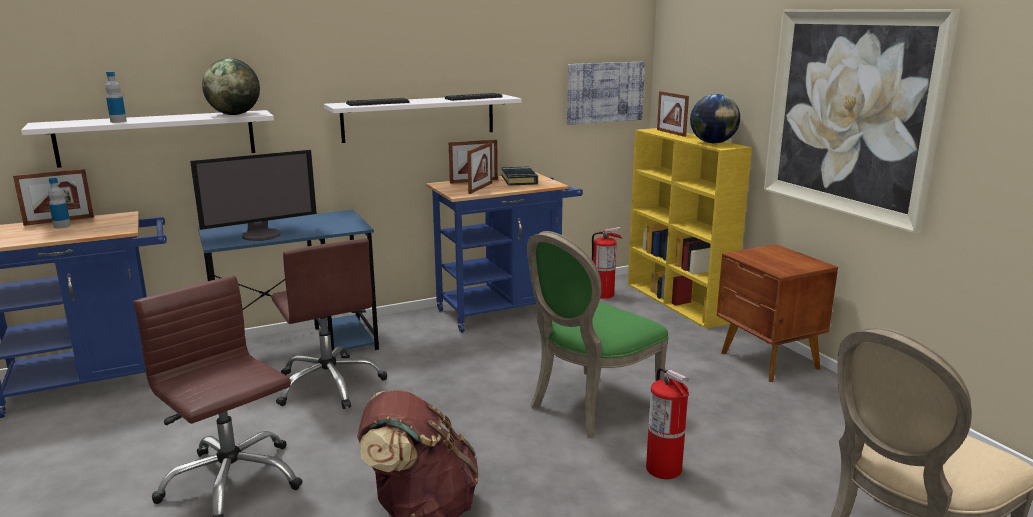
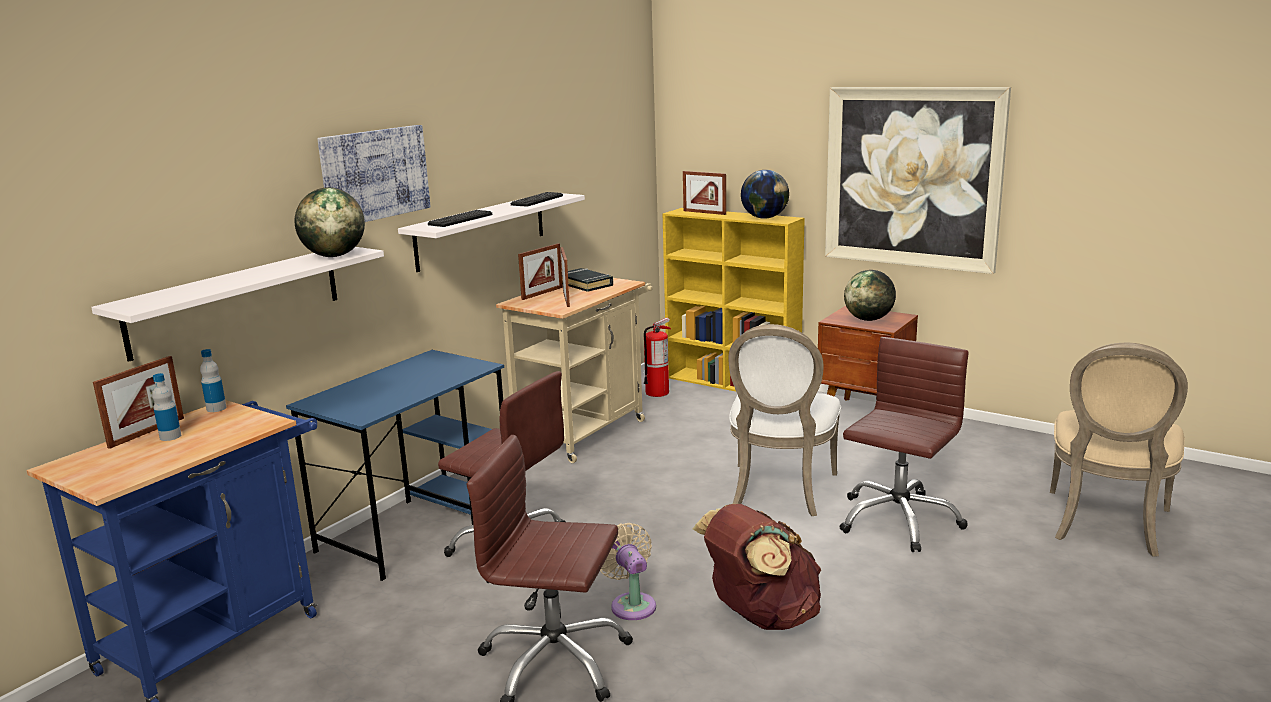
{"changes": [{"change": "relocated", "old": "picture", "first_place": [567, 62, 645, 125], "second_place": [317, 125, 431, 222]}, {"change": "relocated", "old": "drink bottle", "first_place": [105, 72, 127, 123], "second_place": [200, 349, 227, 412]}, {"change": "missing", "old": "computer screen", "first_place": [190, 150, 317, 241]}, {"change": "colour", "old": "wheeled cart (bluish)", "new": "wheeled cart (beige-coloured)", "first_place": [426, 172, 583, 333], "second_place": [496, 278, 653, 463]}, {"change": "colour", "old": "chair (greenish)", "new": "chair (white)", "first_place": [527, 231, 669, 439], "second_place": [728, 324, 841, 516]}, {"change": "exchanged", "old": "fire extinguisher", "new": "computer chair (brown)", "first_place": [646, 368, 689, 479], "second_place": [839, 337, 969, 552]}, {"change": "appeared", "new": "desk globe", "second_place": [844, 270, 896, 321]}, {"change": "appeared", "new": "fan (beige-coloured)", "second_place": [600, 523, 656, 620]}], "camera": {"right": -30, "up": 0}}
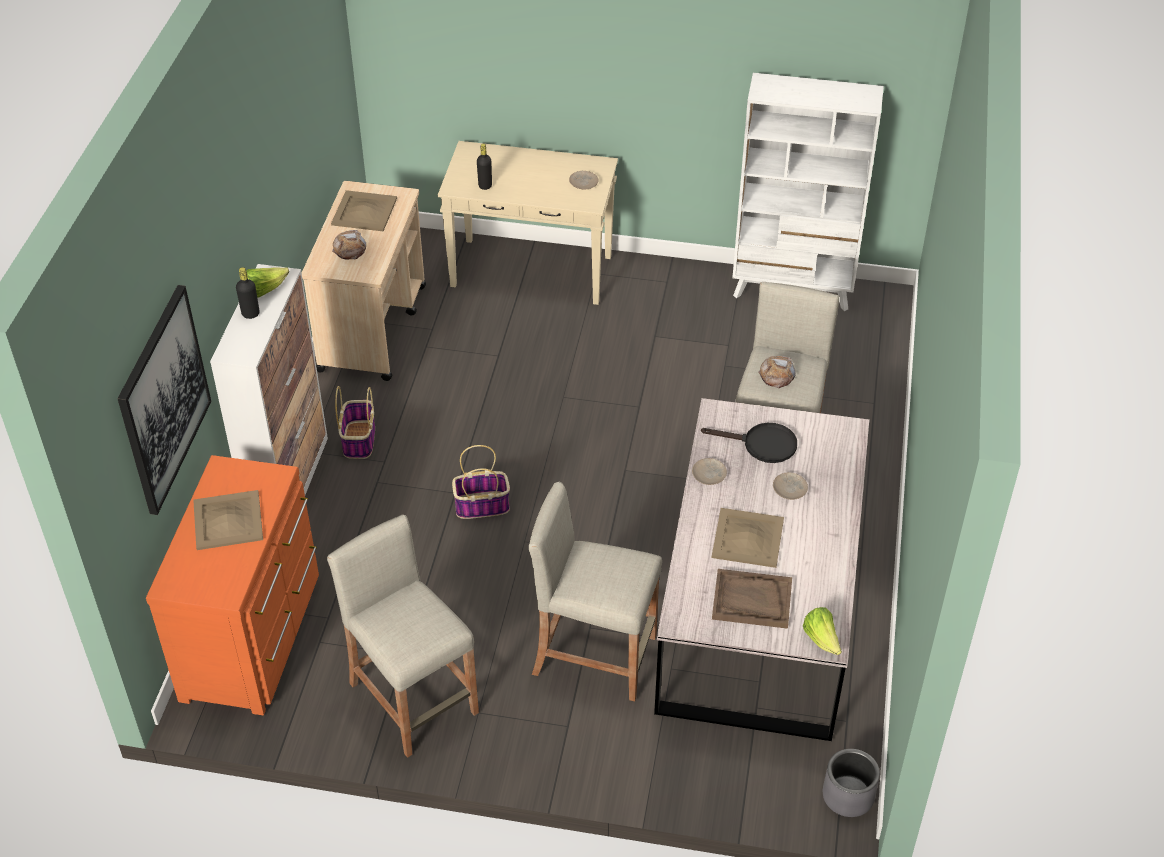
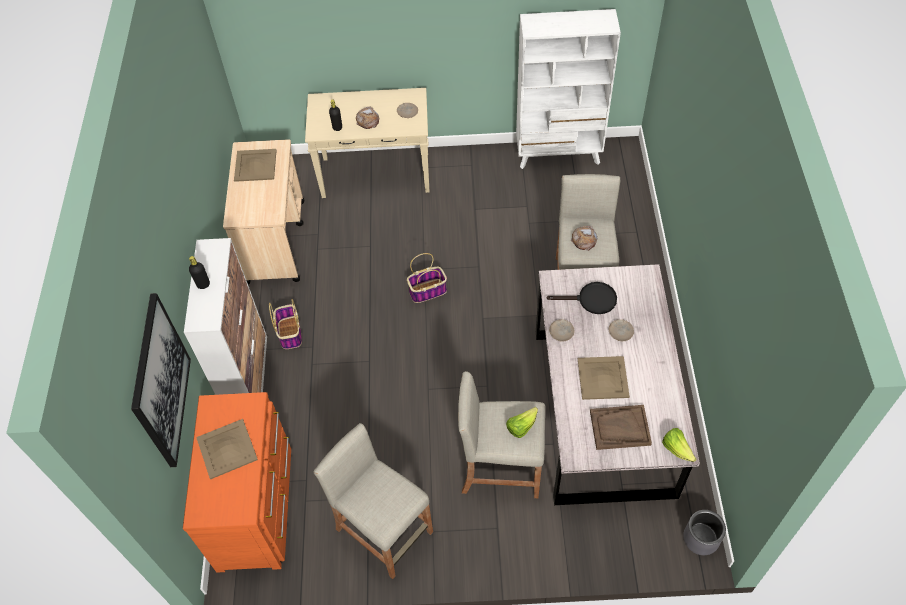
{"changes": [{"change": "relocated", "old": "bread", "first_place": [332, 230, 366, 260], "second_place": [356, 106, 379, 129]}, {"change": "relocated", "old": "head of lettuce", "first_place": [246, 267, 289, 298], "second_place": [506, 407, 538, 438]}, {"change": "relocated", "old": "basket", "first_place": [452, 445, 510, 519], "second_place": [407, 253, 447, 303]}], "camera": {"right": -10, "up": 10}}
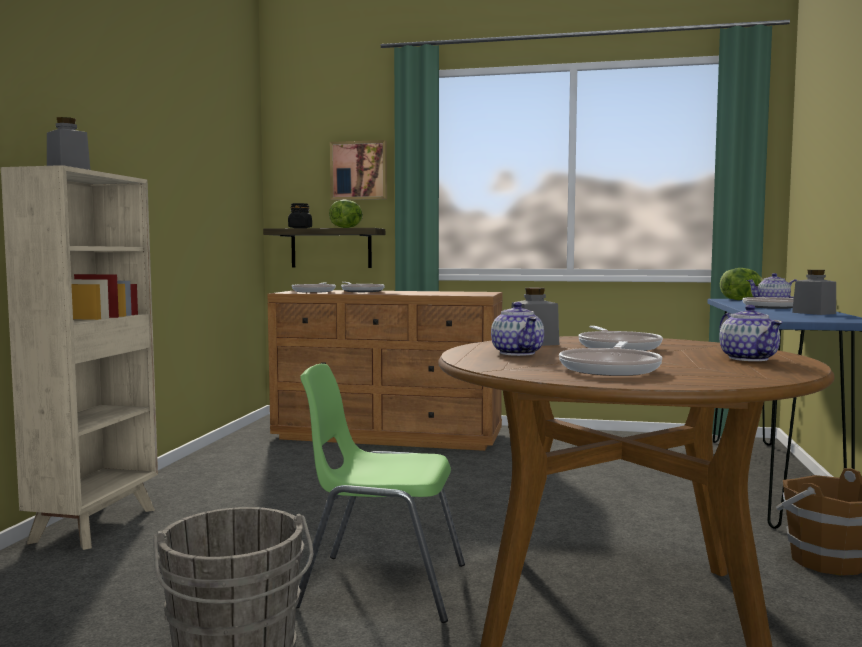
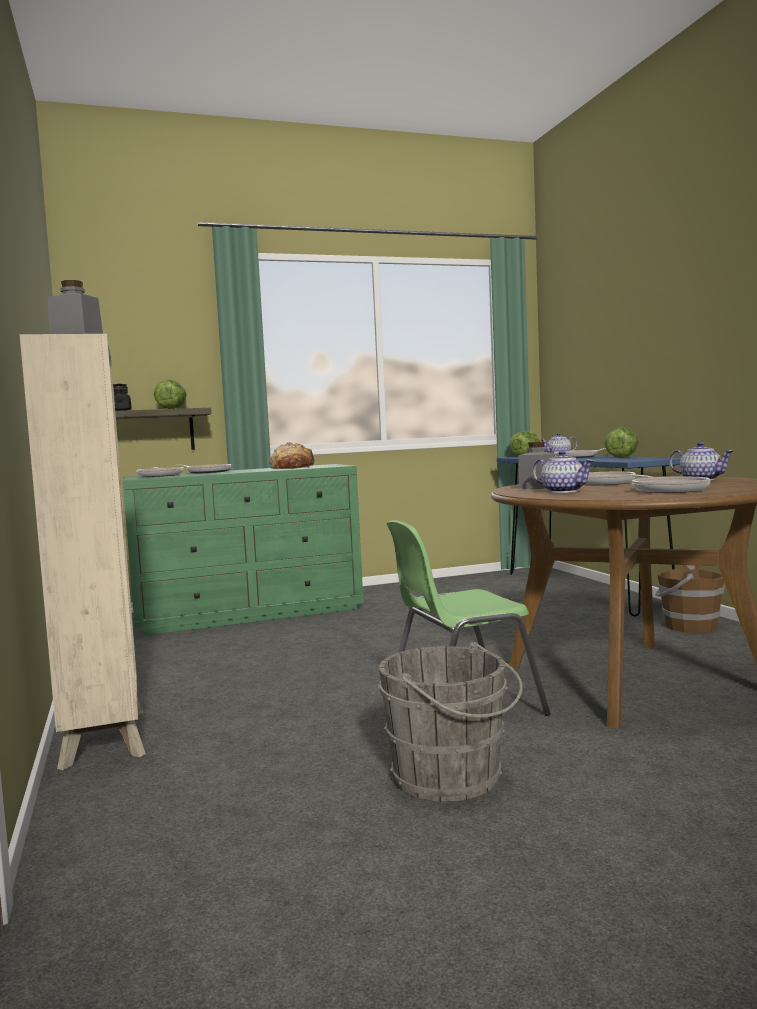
{"changes": [{"change": "missing", "old": "picture", "first_place": [330, 140, 387, 200]}, {"change": "exchanged", "old": "preserve jar (gray)", "new": "head of lettuce", "first_place": [792, 270, 836, 315], "second_place": [605, 427, 639, 458]}, {"change": "colour", "old": "dresser (brown)", "new": "dresser (greenish)", "first_place": [268, 290, 503, 451], "second_place": [123, 464, 364, 635]}, {"change": "appeared", "new": "bread", "second_place": [269, 442, 316, 469]}], "camera": {"right": -30, "up": 0}}
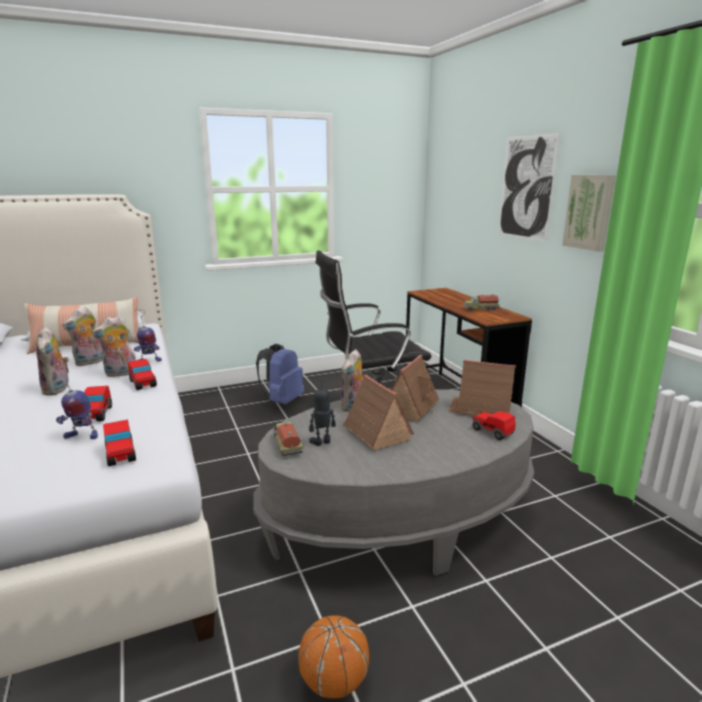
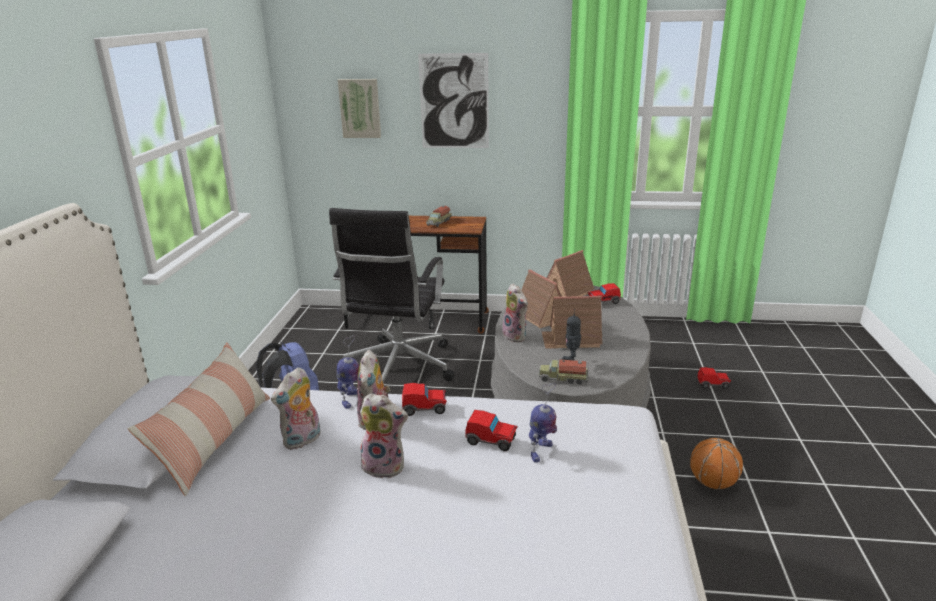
{"changes": [{"change": "relocated", "old": "picture", "first_place": [562, 175, 616, 252], "second_place": [338, 79, 381, 138]}, {"change": "spun", "old": "soft toy", "first_place": [62, 307, 103, 366], "second_place": [271, 367, 321, 450], "degrees": 60}, {"change": "relocated", "old": "miniature car", "first_place": [103, 420, 136, 466], "second_place": [697, 367, 731, 389]}], "camera": {"right": -60, "up": 5}}
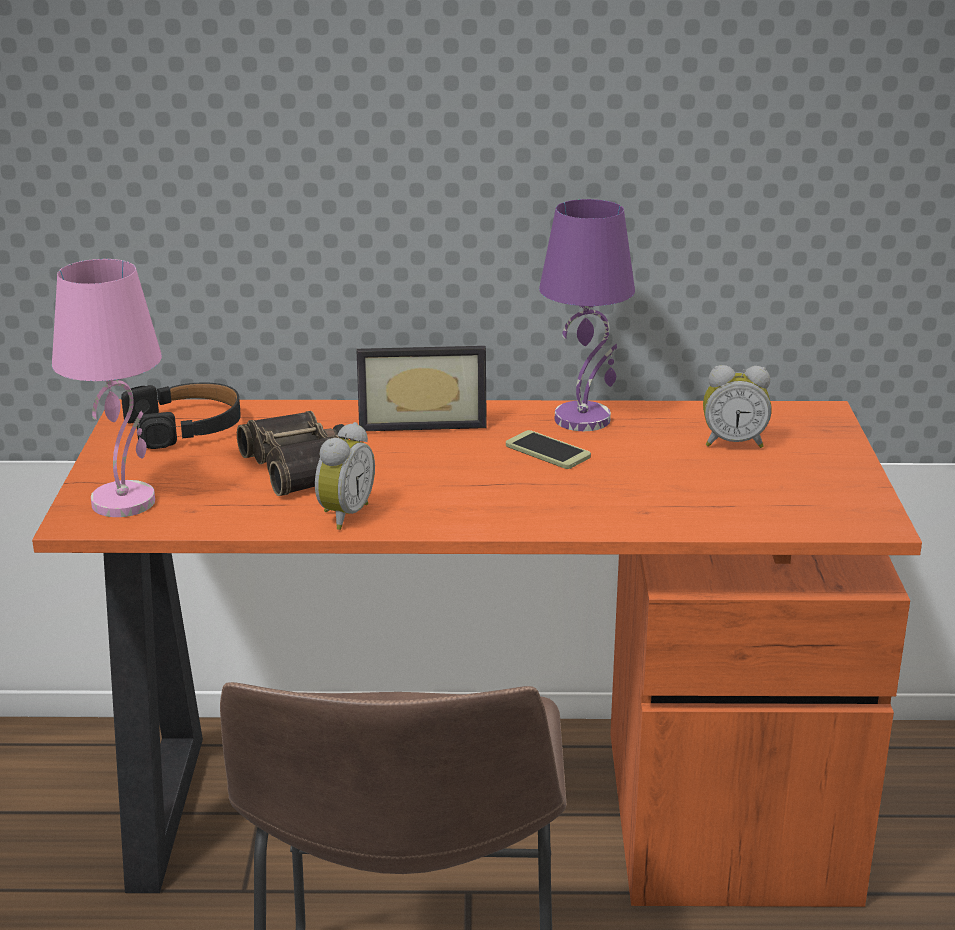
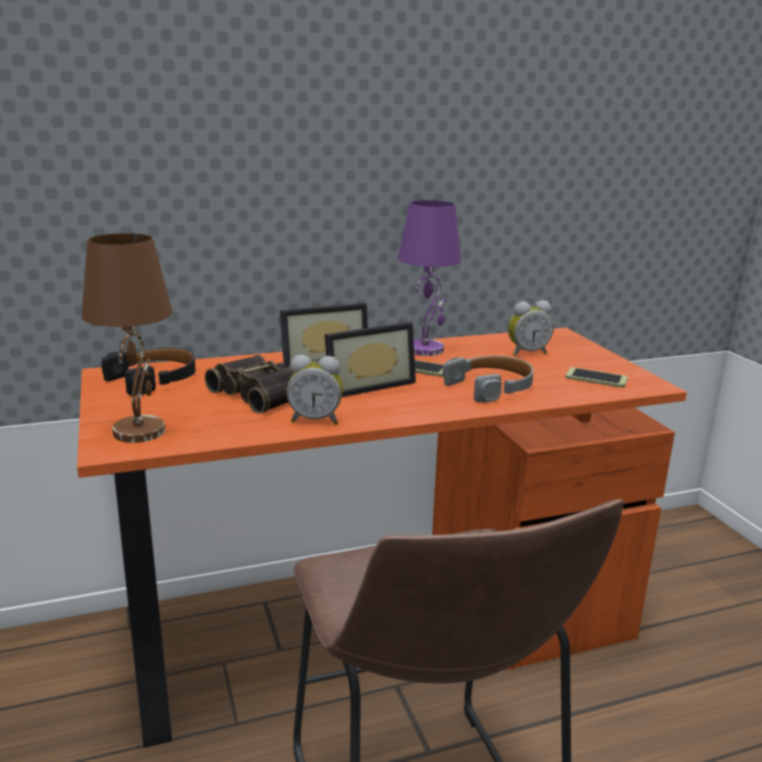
{"changes": [{"change": "colour", "old": "lamp for a table (pink-coloured)", "new": "lamp for a table (brown)", "first_place": [52, 259, 162, 517], "second_place": [82, 233, 173, 443]}, {"change": "spun", "old": "table clock", "first_place": [315, 422, 375, 530], "second_place": [287, 355, 343, 425], "degrees": 90}, {"change": "appeared", "new": "standing frame", "second_place": [325, 322, 416, 397]}, {"change": "appeared", "new": "pair of headphones (gray)", "second_place": [442, 356, 534, 402]}, {"change": "appeared", "new": "telephone", "second_place": [565, 367, 628, 388]}], "camera": {"right": -20, "up": -5}}
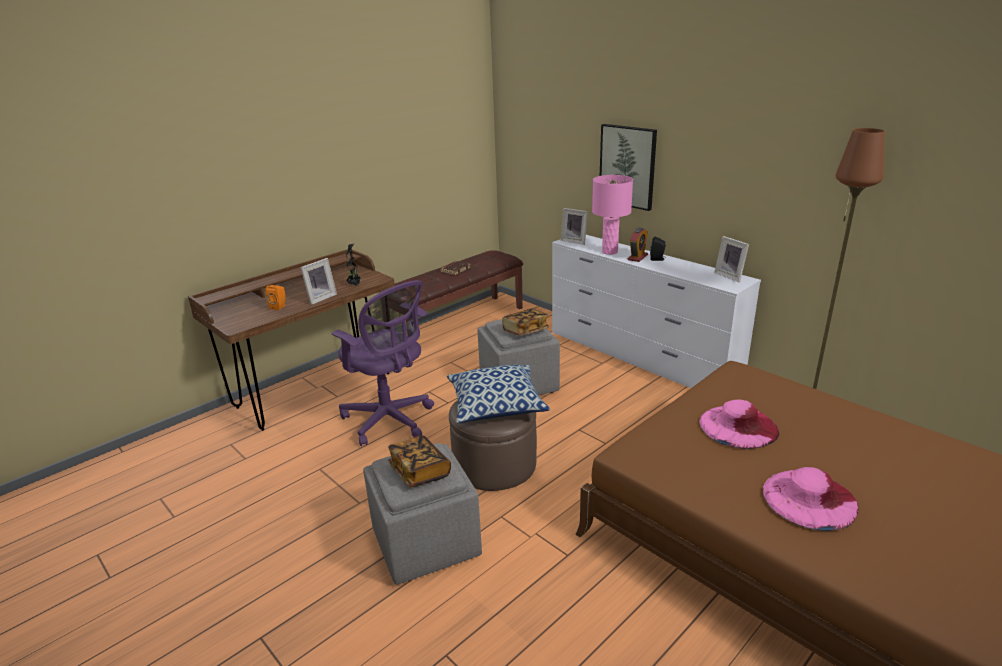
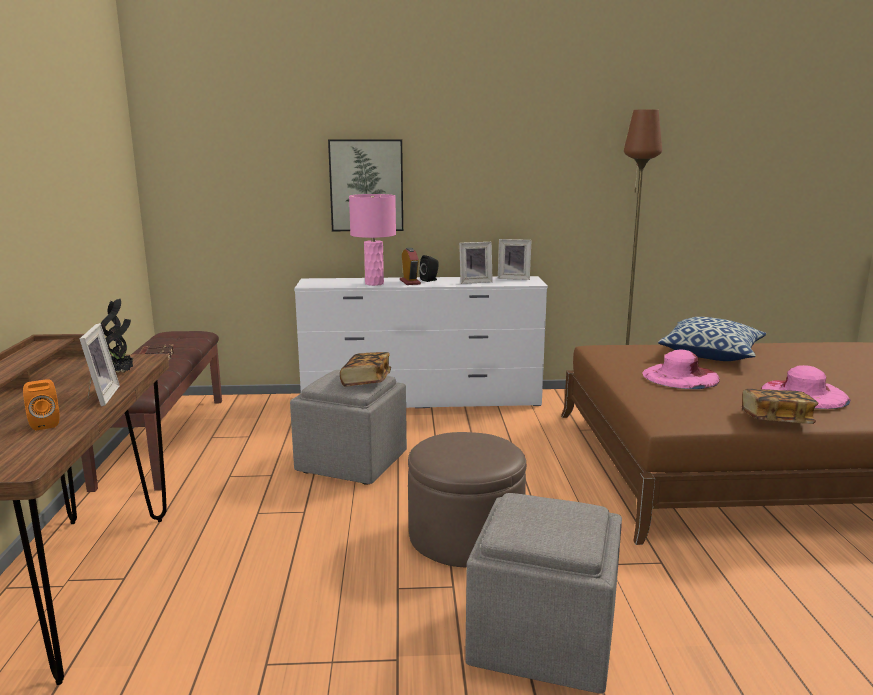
{"changes": [{"change": "relocated", "old": "standing frame", "first_place": [561, 208, 588, 245], "second_place": [459, 242, 493, 284]}, {"change": "missing", "old": "computer chair (purplish)", "first_place": [332, 280, 434, 446]}, {"change": "relocated", "old": "pillow", "first_place": [447, 365, 550, 423], "second_place": [658, 317, 766, 361]}, {"change": "relocated", "old": "bound book", "first_place": [388, 435, 451, 487], "second_place": [742, 389, 819, 424]}], "camera": {"right": -50, "up": -10}}
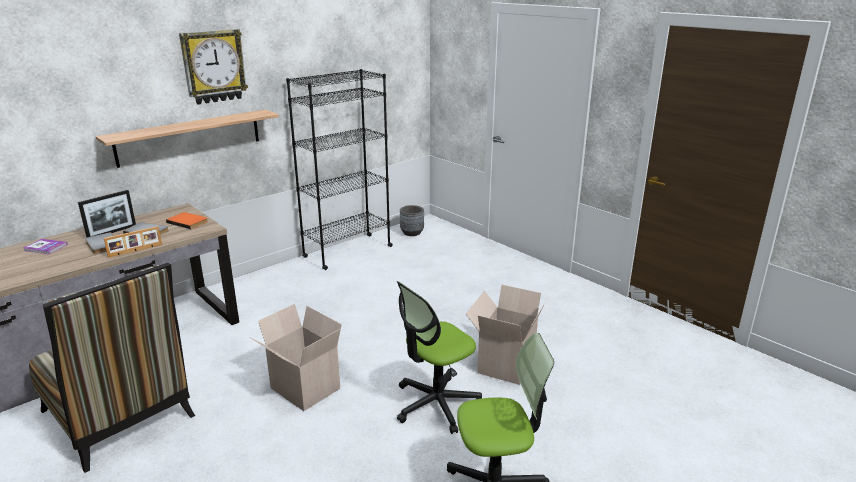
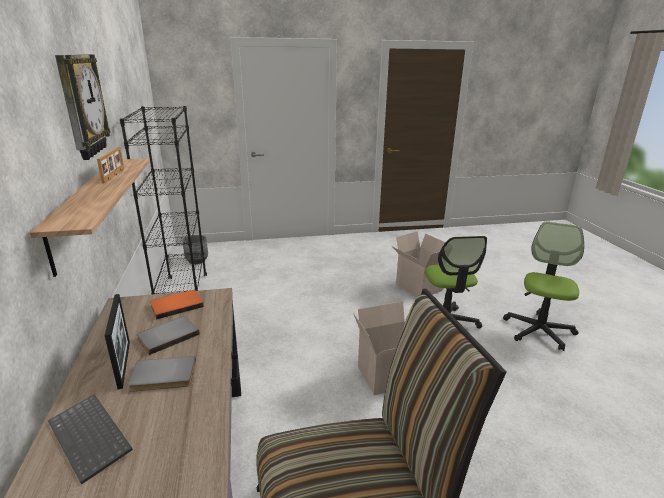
{"changes": [{"change": "relocated", "old": "standing frame", "first_place": [104, 226, 162, 258], "second_place": [97, 147, 124, 183]}, {"change": "exchanged", "old": "bound book", "new": "PC keyboard", "first_place": [23, 239, 68, 254], "second_place": [48, 394, 133, 484]}], "camera": {"right": -60, "up": 0}}
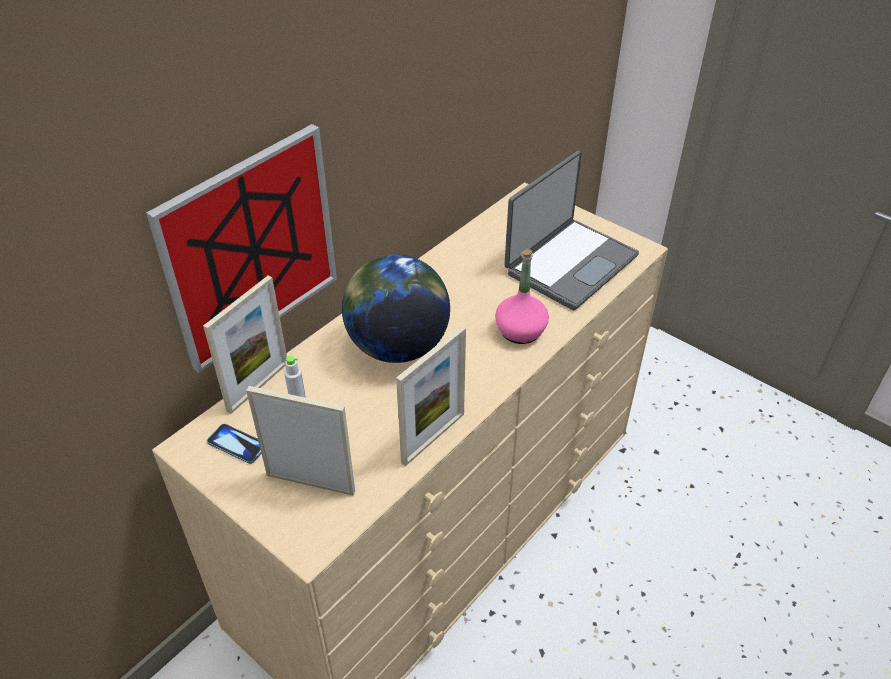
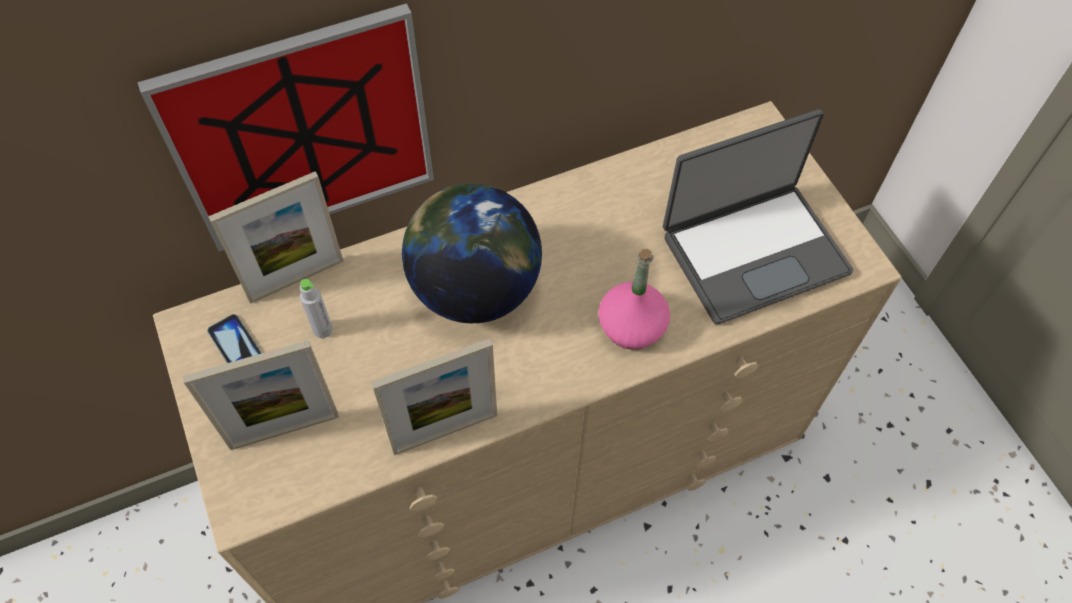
{"changes": [{"change": "spun", "old": "standing frame", "first_place": [246, 386, 355, 496], "second_place": [183, 340, 339, 450], "degrees": 120}], "camera": {"right": 25, "up": 15}}
